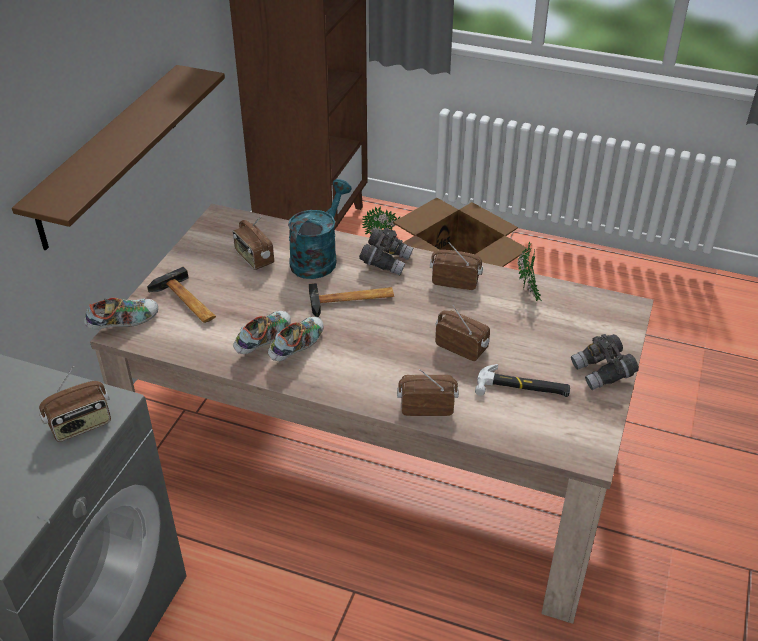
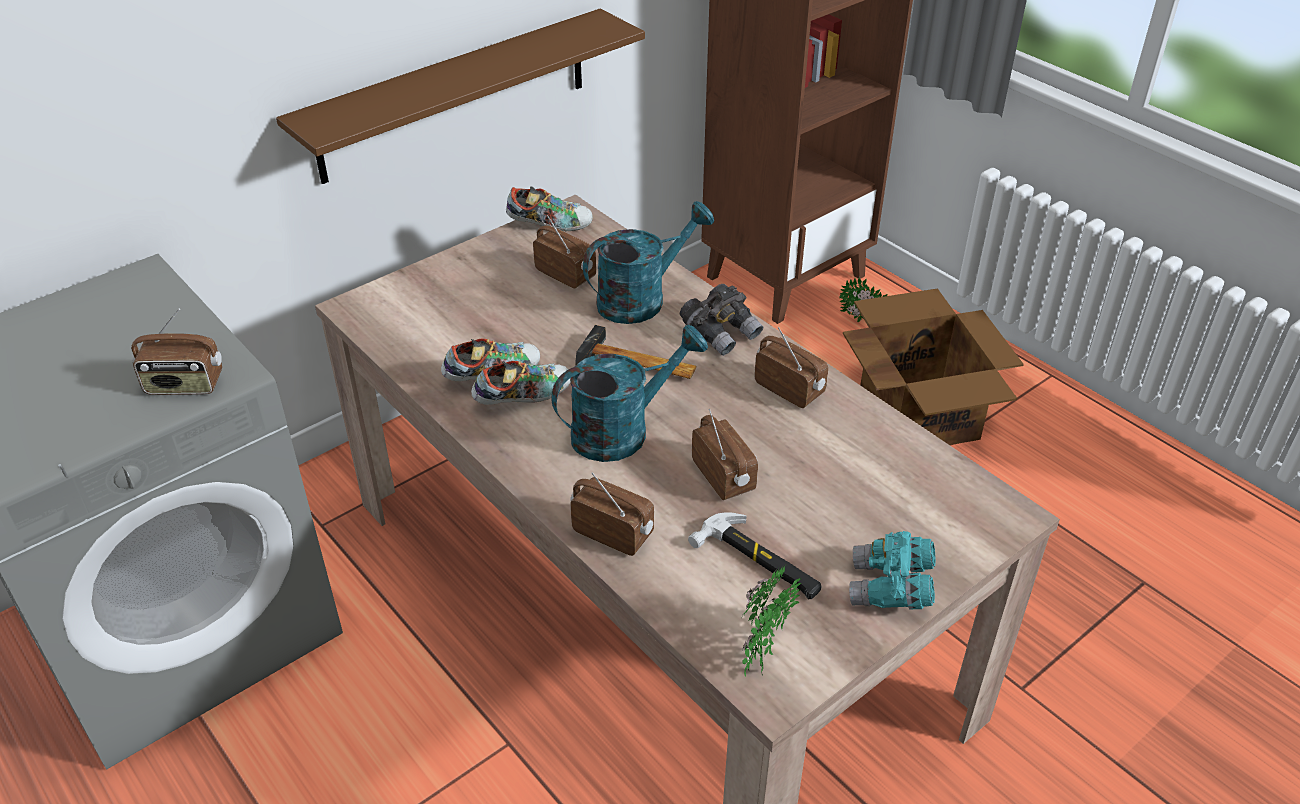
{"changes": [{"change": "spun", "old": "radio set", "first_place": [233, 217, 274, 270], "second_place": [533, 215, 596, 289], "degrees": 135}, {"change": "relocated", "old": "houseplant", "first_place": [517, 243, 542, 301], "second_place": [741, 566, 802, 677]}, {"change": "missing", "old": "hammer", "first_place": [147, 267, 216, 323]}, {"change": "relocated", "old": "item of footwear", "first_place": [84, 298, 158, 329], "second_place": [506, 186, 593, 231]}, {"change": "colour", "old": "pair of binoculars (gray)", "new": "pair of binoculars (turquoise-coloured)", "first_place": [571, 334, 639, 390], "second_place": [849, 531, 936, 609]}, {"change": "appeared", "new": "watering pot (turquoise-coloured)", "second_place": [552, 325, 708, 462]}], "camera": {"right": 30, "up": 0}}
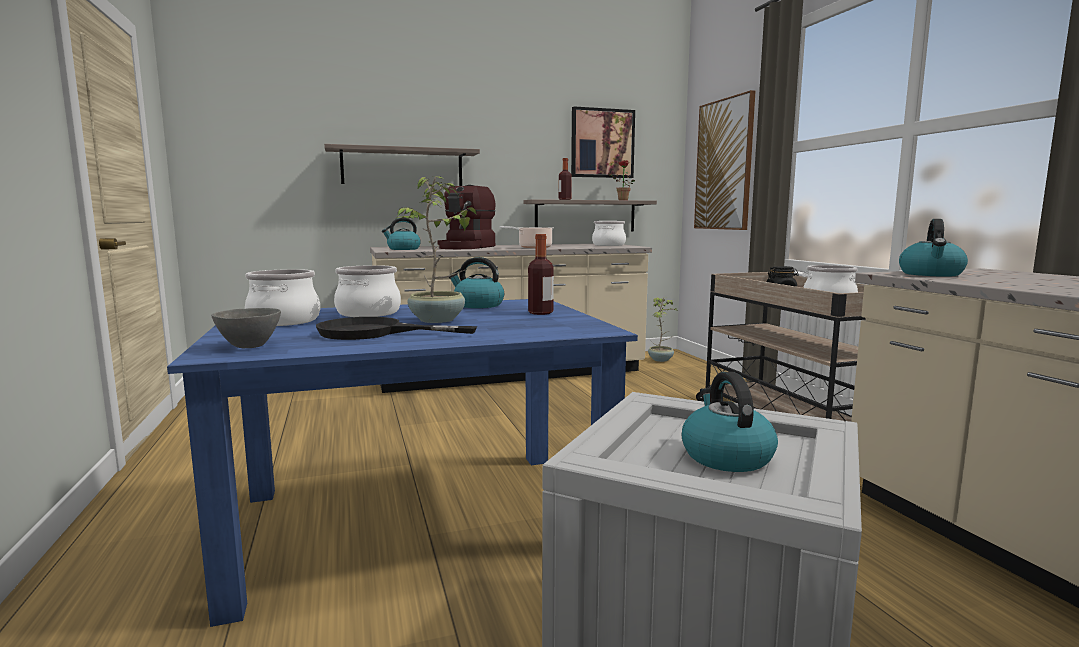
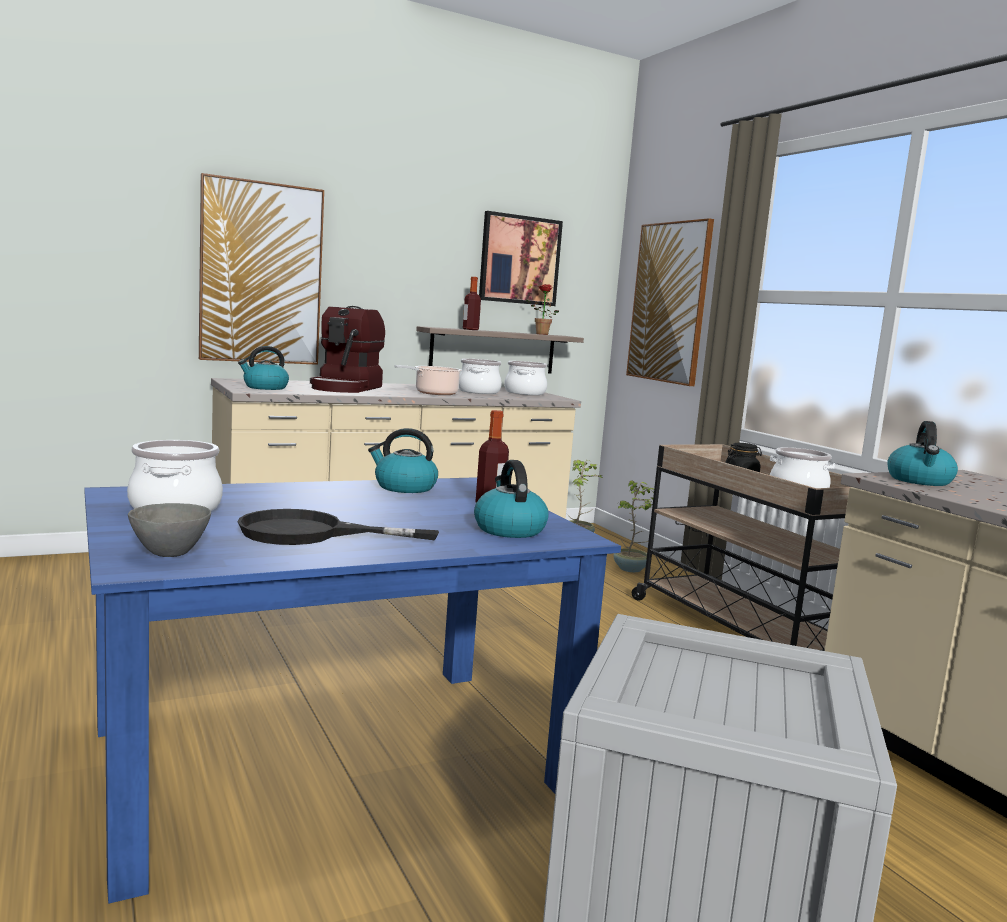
{"changes": [{"change": "exchanged", "old": "wall shelf", "new": "picture", "first_place": [324, 144, 480, 186], "second_place": [199, 173, 324, 365]}, {"change": "relocated", "old": "houseplant", "first_place": [396, 176, 477, 323], "second_place": [613, 480, 654, 572]}, {"change": "relocated", "old": "saucepot", "first_place": [334, 265, 401, 317], "second_place": [459, 359, 502, 394]}, {"change": "relocated", "old": "water kettle", "first_place": [682, 372, 778, 472], "second_place": [474, 460, 549, 538]}], "camera": {"right": -10, "up": 0}}
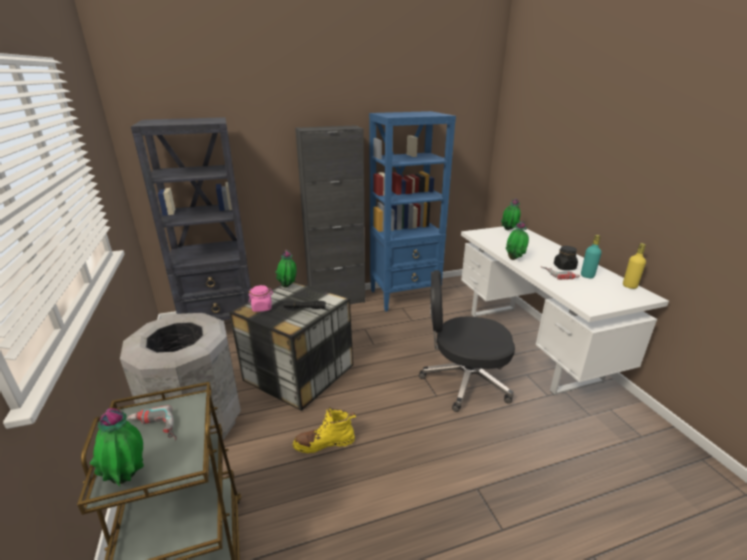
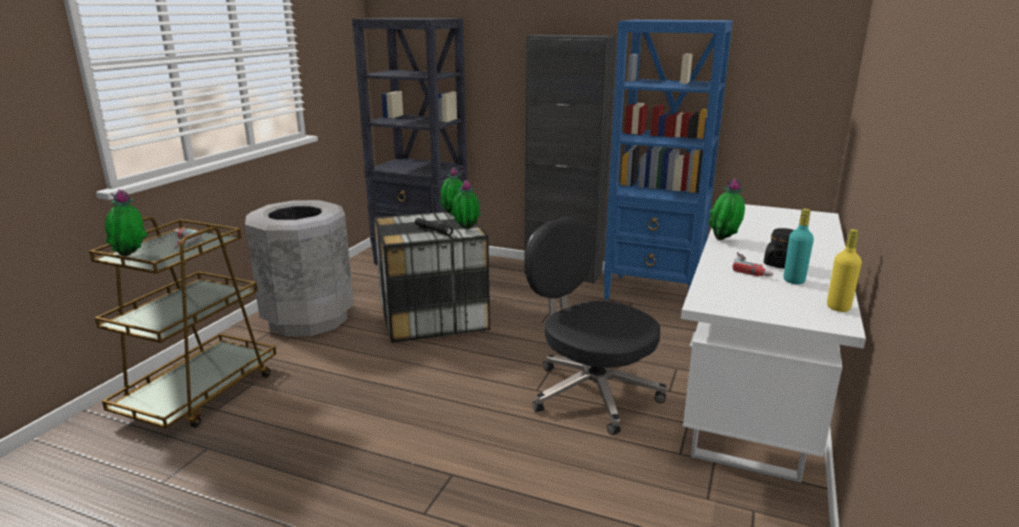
{"changes": [{"change": "relocated", "old": "houseplant", "first_place": [501, 198, 521, 230], "second_place": [450, 180, 481, 229]}, {"change": "missing", "old": "preserve jar (pink-coloured)", "first_place": [248, 285, 273, 312]}, {"change": "missing", "old": "tall boot (yellow)", "first_place": [293, 407, 356, 453]}], "camera": {"right": 40, "up": -5}}
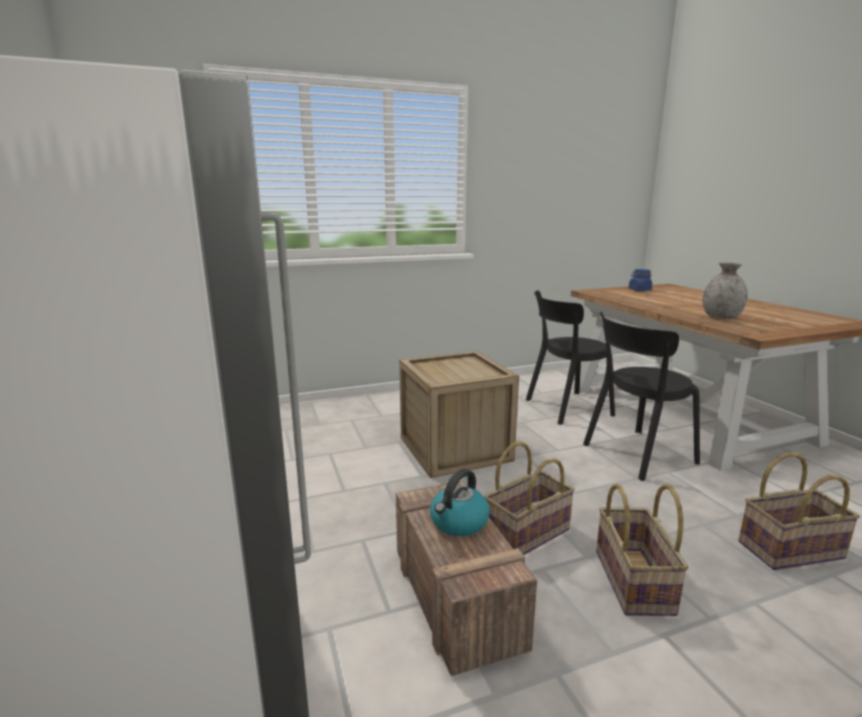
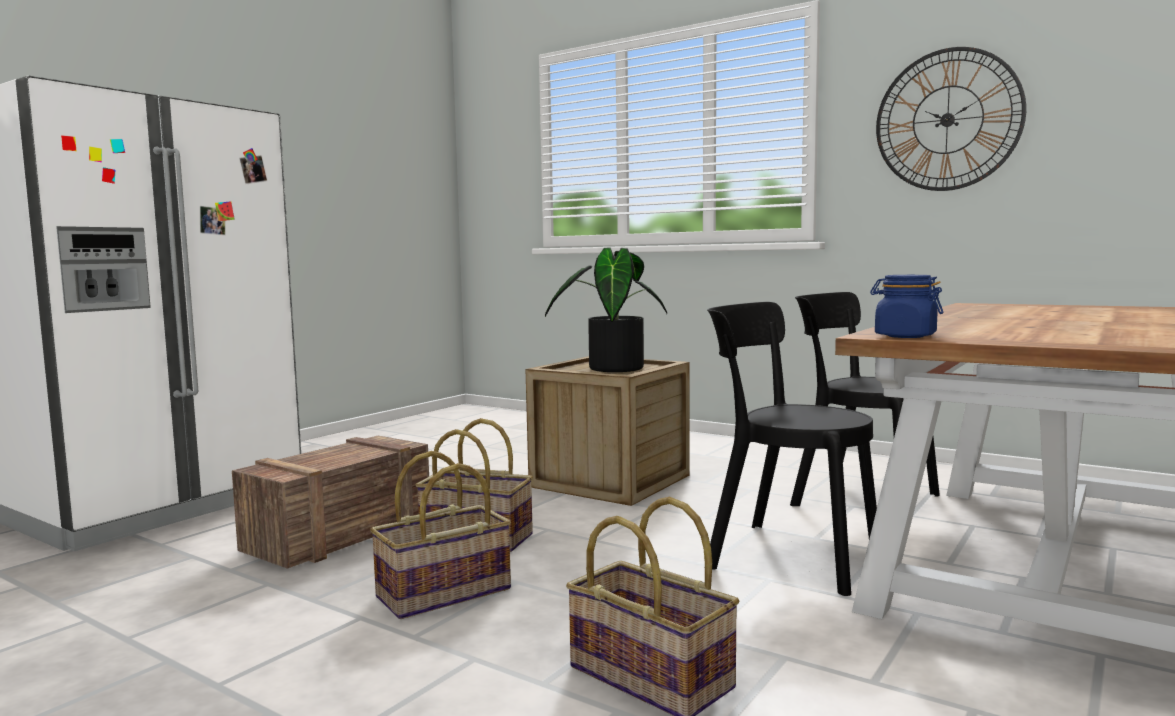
{"changes": [{"change": "missing", "old": "decorative vase (gray)", "first_place": [702, 263, 748, 319]}, {"change": "relocated", "old": "preserve jar (bluish)", "first_place": [629, 269, 652, 291], "second_place": [870, 275, 943, 338]}, {"change": "missing", "old": "water kettle", "first_place": [430, 469, 490, 536]}, {"change": "appeared", "new": "wall clock", "second_place": [876, 47, 1026, 191]}, {"change": "appeared", "new": "houseplant", "second_place": [545, 248, 667, 372]}], "camera": {"right": 55, "up": -10}}
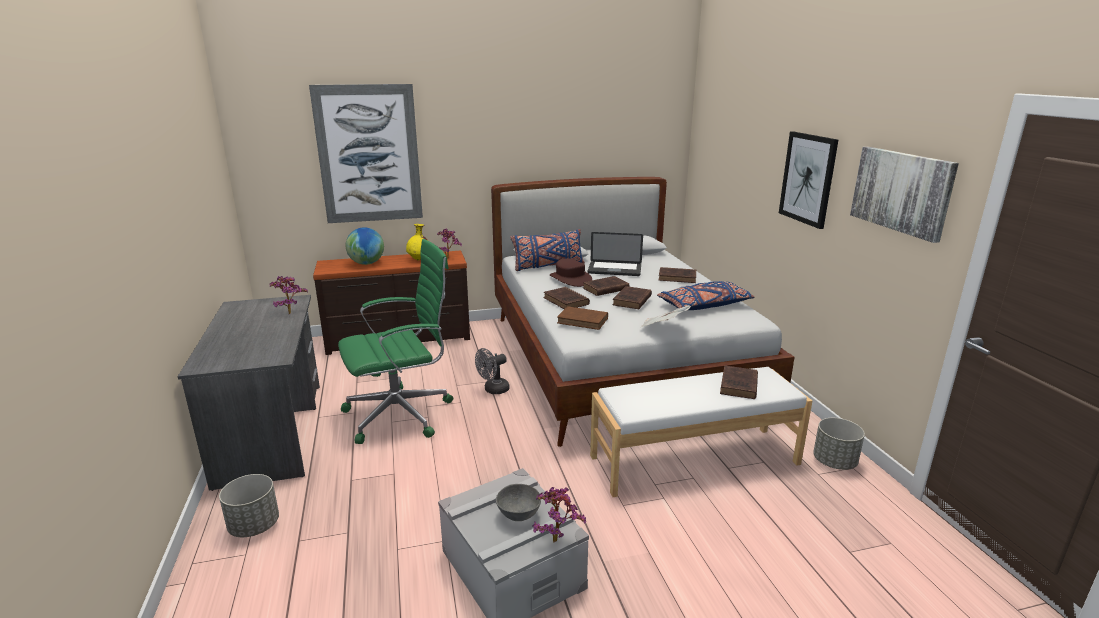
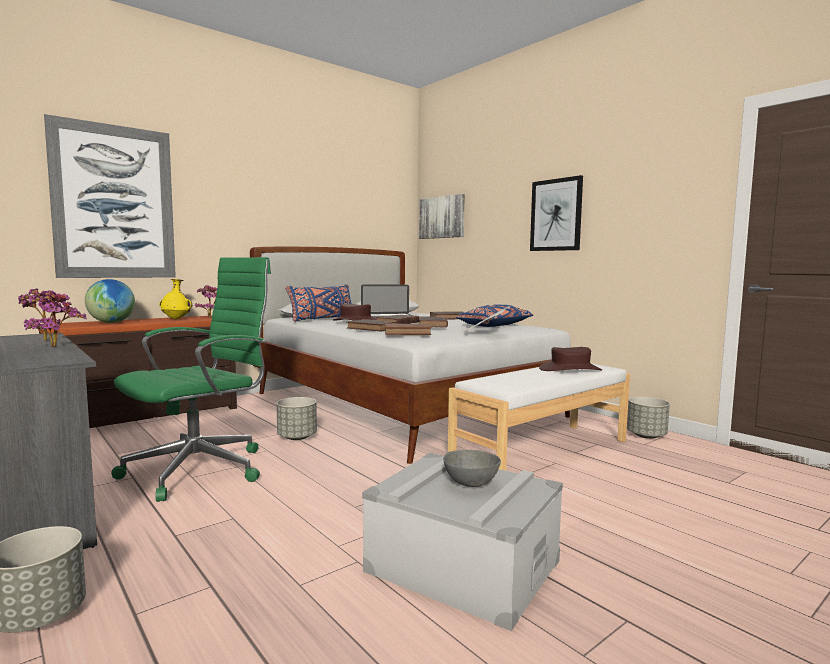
{"changes": [{"change": "relocated", "old": "picture", "first_place": [850, 147, 959, 243], "second_place": [419, 194, 465, 239]}, {"change": "exchanged", "old": "fan (gray)", "new": "flower pot (gray)", "first_place": [475, 348, 510, 394], "second_place": [276, 397, 317, 440]}, {"change": "exchanged", "old": "bound book (brown)", "new": "wearable hat (brown)", "first_place": [720, 365, 758, 399], "second_place": [539, 347, 602, 371]}, {"change": "relocated", "old": "houseplant", "first_place": [532, 487, 586, 542], "second_place": [24, 290, 87, 347]}], "camera": {"right": -25, "up": -15}}
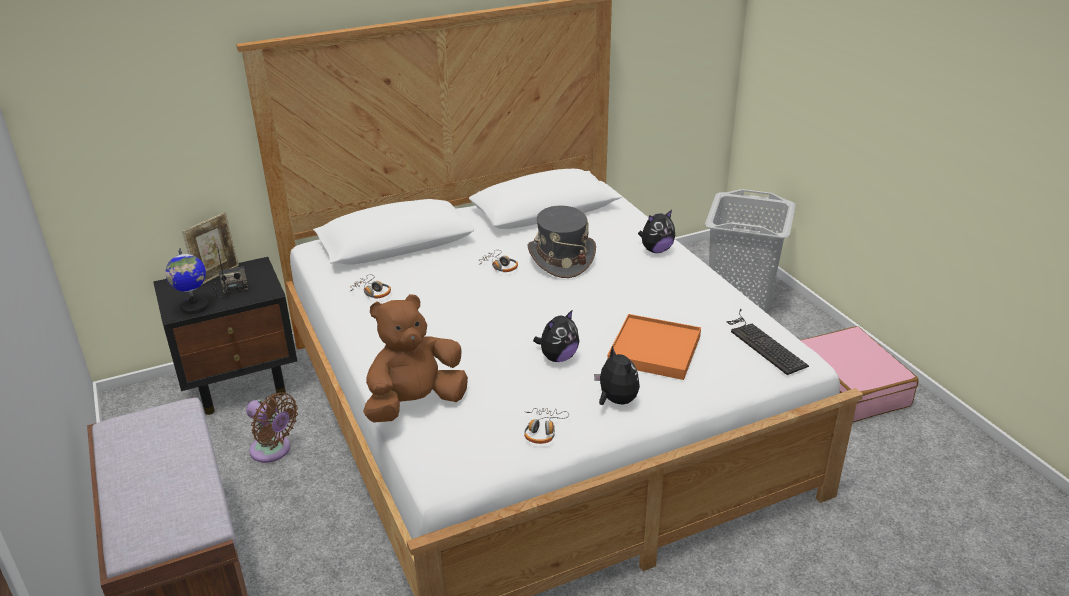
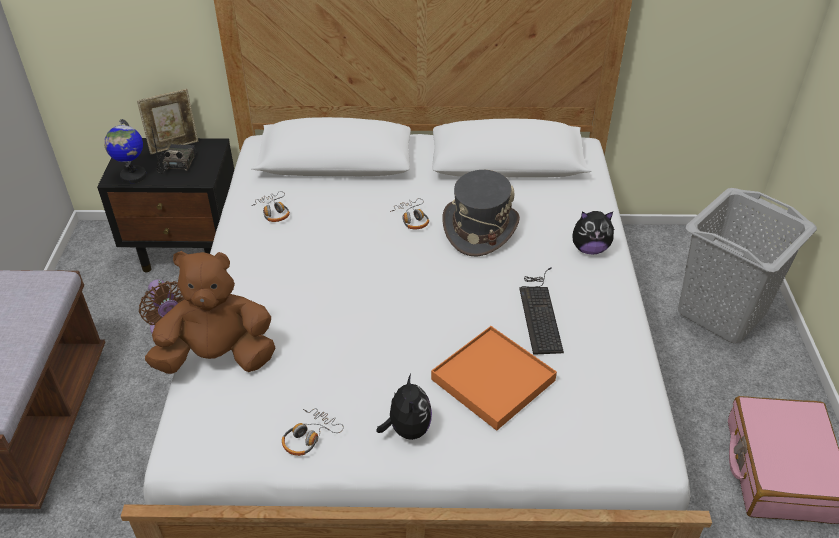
{"changes": [{"change": "missing", "old": "soft toy", "first_place": [533, 309, 579, 362]}, {"change": "relocated", "old": "PC keyboard", "first_place": [727, 309, 809, 375], "second_place": [520, 268, 564, 355]}], "camera": {"right": 25, "up": 10}}
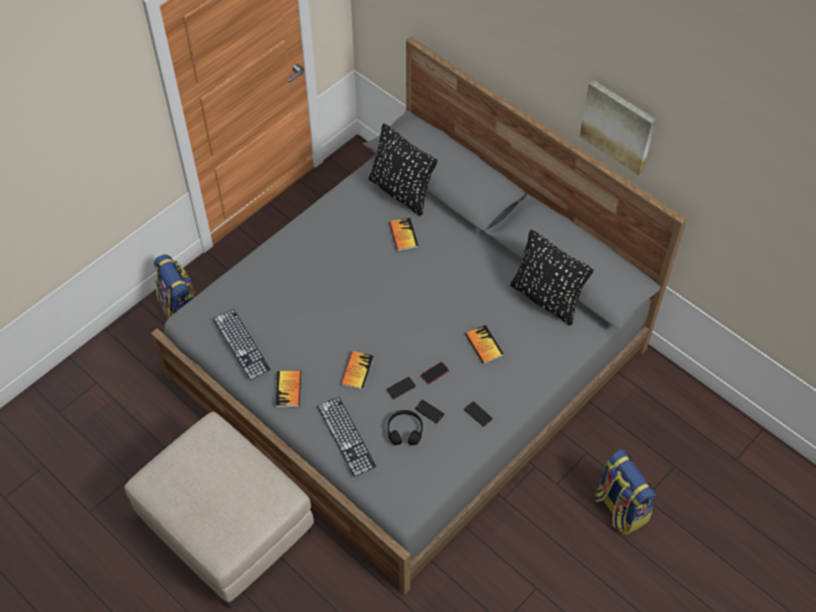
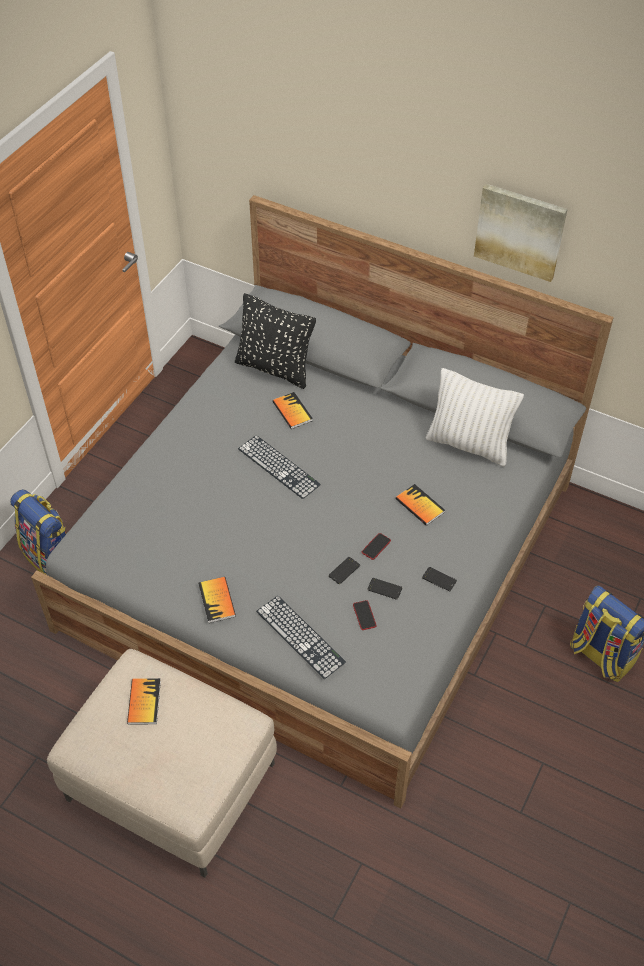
{"changes": [{"change": "colour", "old": "pillow (black-coloured)", "new": "pillow (white)", "first_place": [510, 229, 594, 326], "second_place": [426, 368, 524, 467]}, {"change": "relocated", "old": "PC keyboard", "first_place": [213, 309, 271, 380], "second_place": [238, 435, 321, 499]}, {"change": "relocated", "old": "bound book", "first_place": [341, 351, 374, 390], "second_place": [127, 678, 161, 725]}, {"change": "exchanged", "old": "pair of headphones (black-coloured)", "new": "telephone", "first_place": [387, 410, 423, 445], "second_place": [353, 600, 376, 630]}], "camera": {"right": -15, "up": -5}}
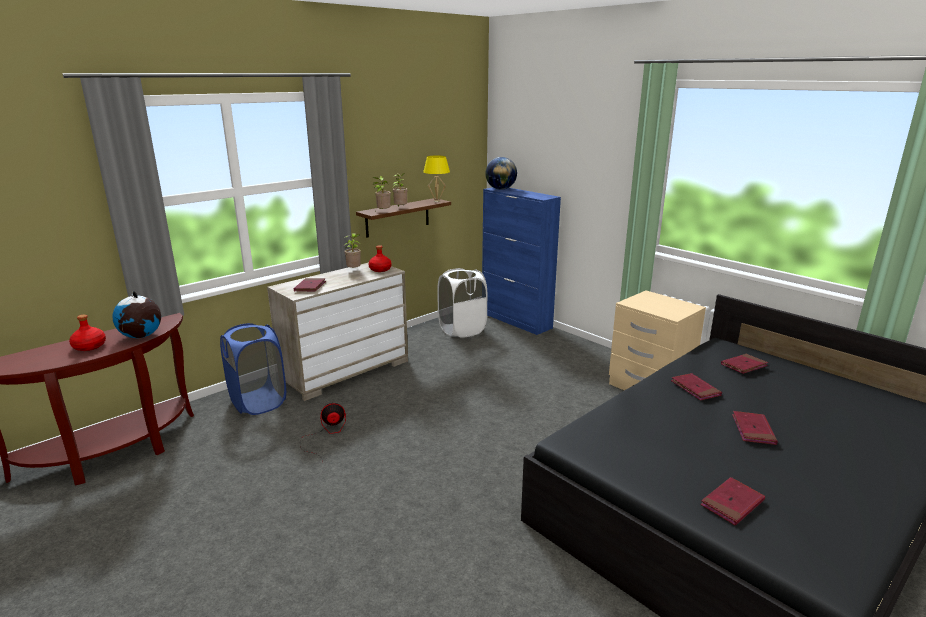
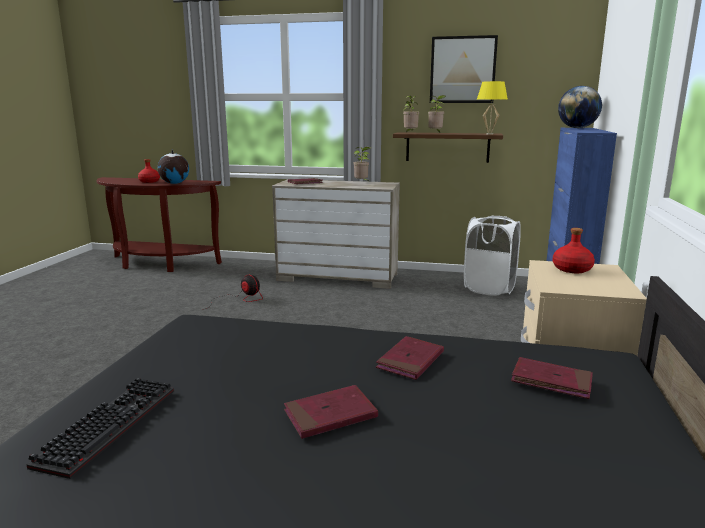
{"changes": [{"change": "relocated", "old": "drink bottle (red)", "first_place": [369, 245, 392, 272], "second_place": [553, 228, 595, 273]}, {"change": "missing", "old": "laundry basket (bluish)", "first_place": [220, 323, 286, 415]}, {"change": "exchanged", "old": "bound book (red)", "new": "PC keyboard", "first_place": [700, 477, 765, 526], "second_place": [26, 378, 174, 479]}, {"change": "appeared", "new": "picture", "second_place": [430, 35, 498, 103]}], "camera": {"right": 55, "up": -5}}
